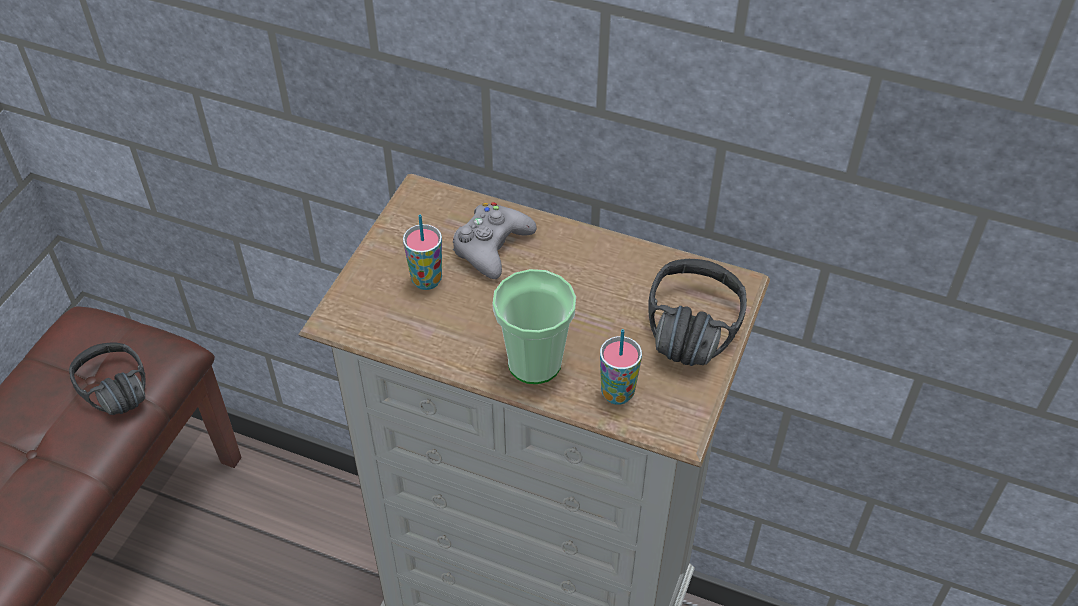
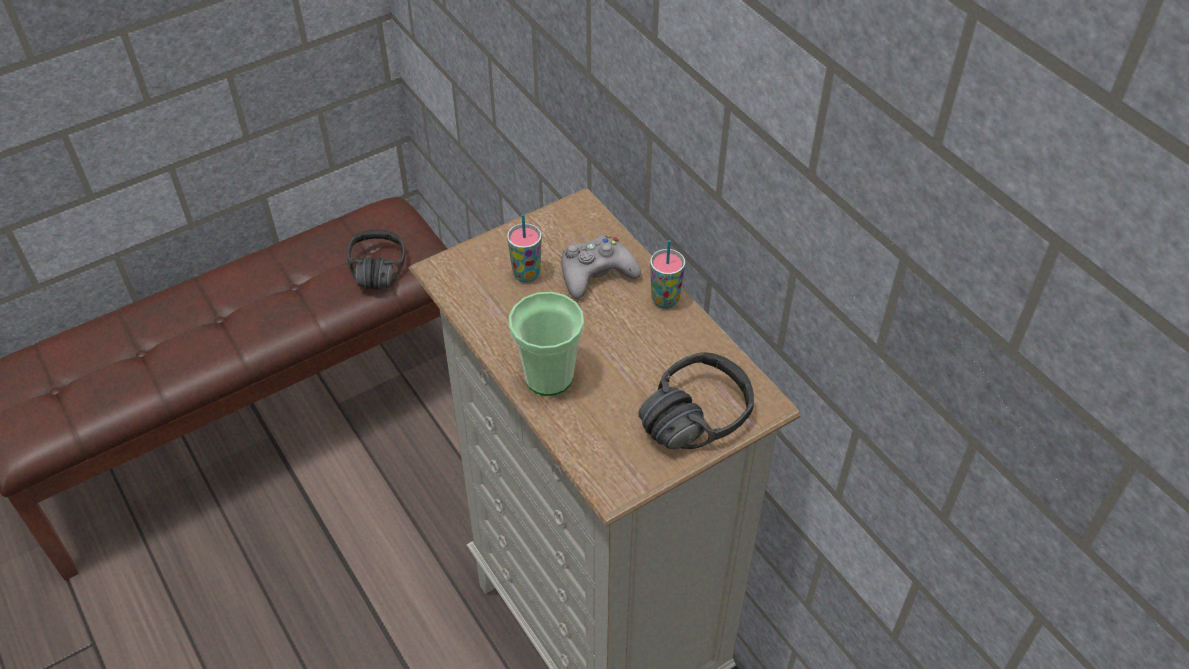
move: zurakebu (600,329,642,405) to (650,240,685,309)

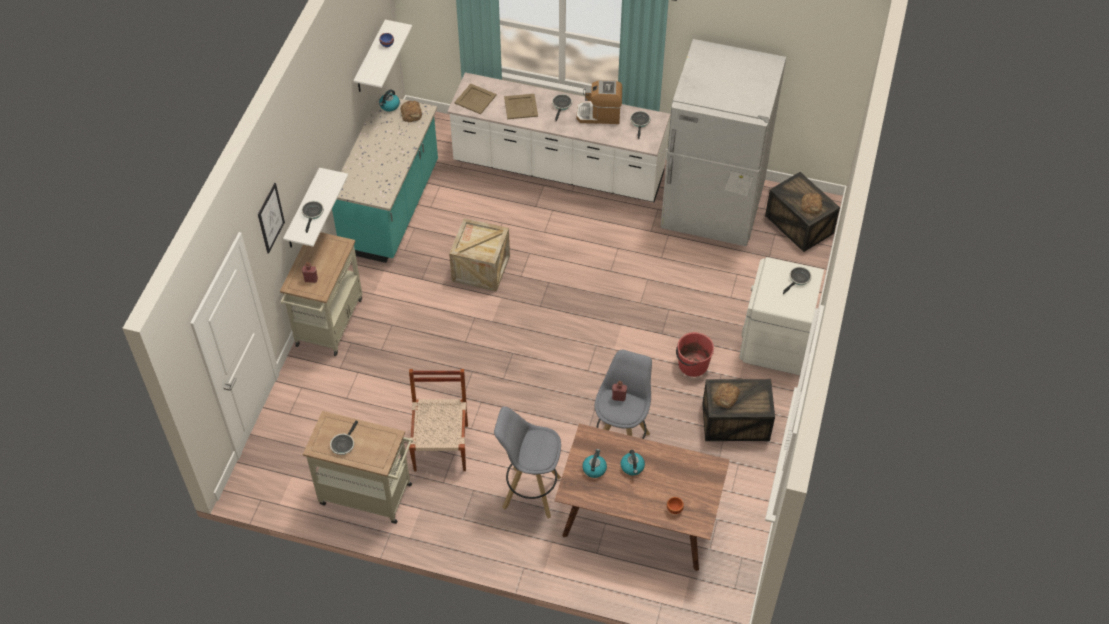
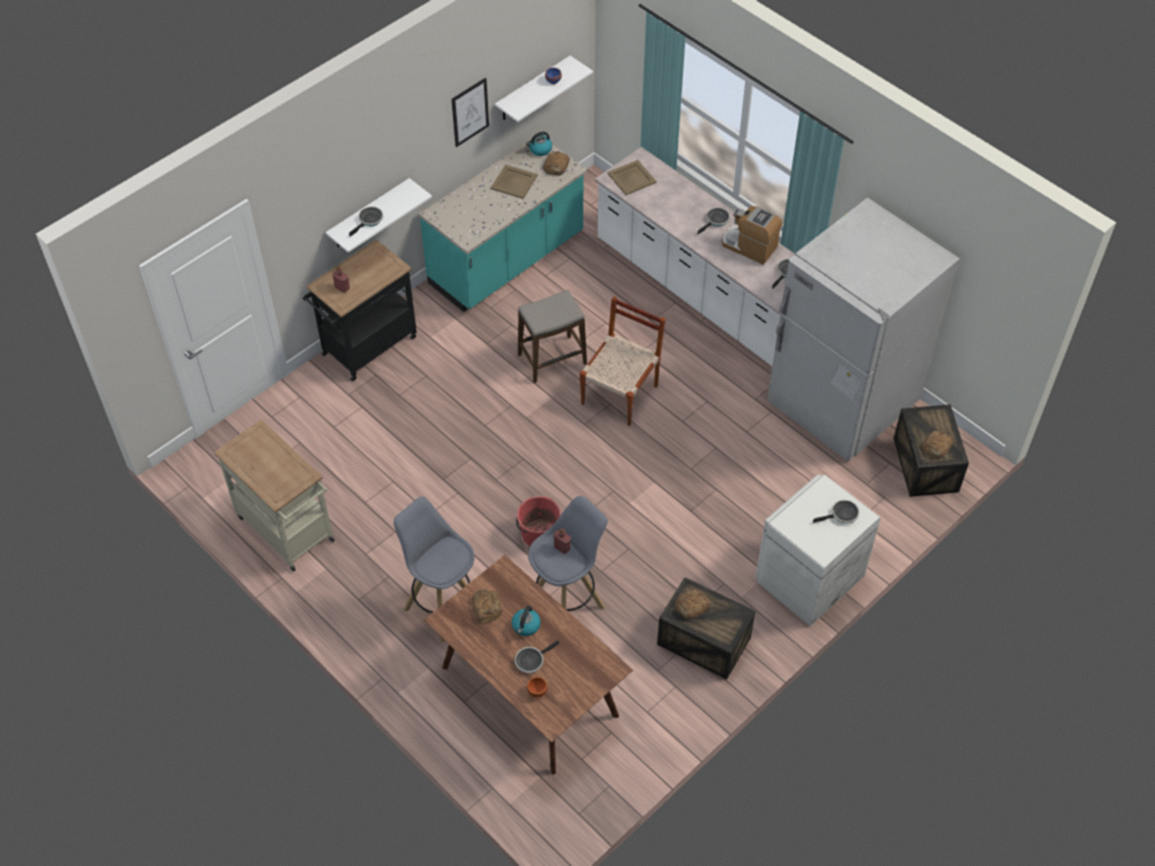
move: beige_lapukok (504,94,538,119) to (491,165,538,199); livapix (258,183,285,254) to (452,78,489,147); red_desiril (676,332,714,377) to (516,496,561,546); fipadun (409,369,468,471) to (580,296,666,426); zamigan (330,421,358,455) to (515,640,560,673)
replace: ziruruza (449,218,510,292) to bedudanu (518,290,587,383); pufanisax (582,449,607,478) to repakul (472,589,503,623)
recolor: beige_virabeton (280,232,363,356) to black_virabeton (302,240,417,381)

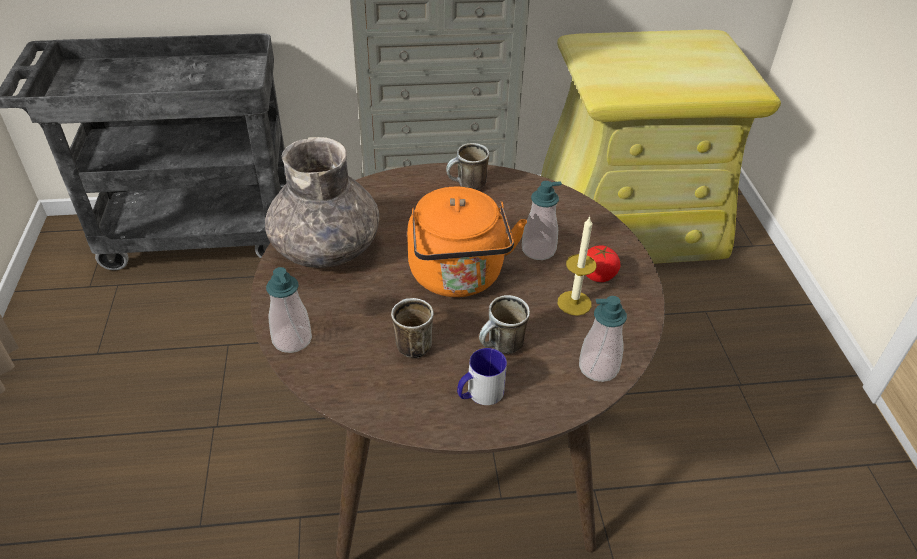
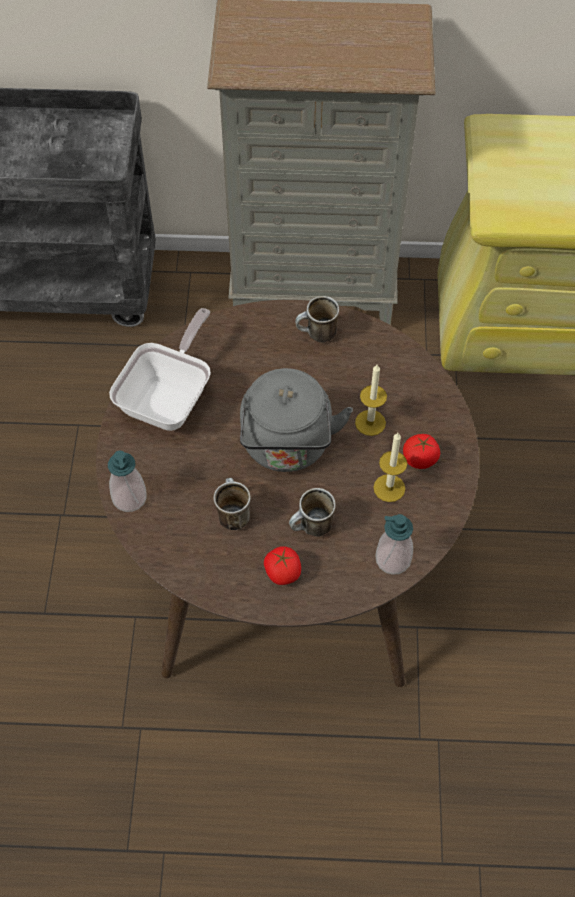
replace: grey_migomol (265,137,380,268) to zamigan (109,308,211,431); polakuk (522,181,562,260) to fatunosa (355,365,387,436); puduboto (457,348,507,405) to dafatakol (264,546,301,585)
recolor: orange_pufanisax (407,187,527,297) to grey_pufanisax (240,368,353,472)

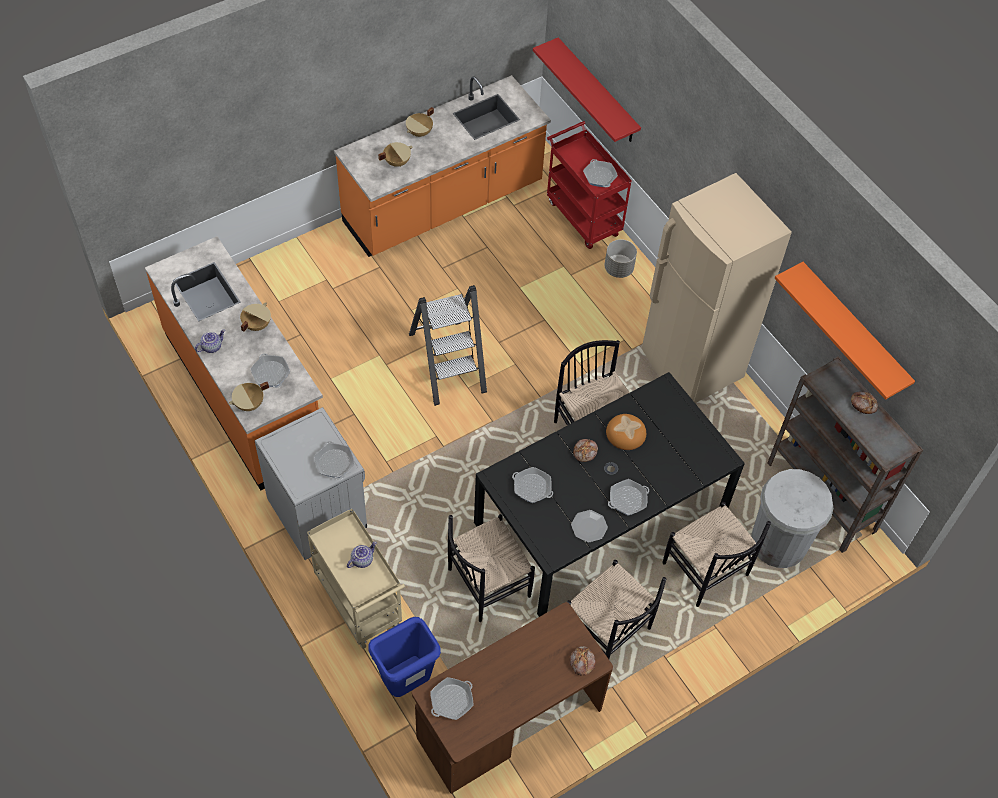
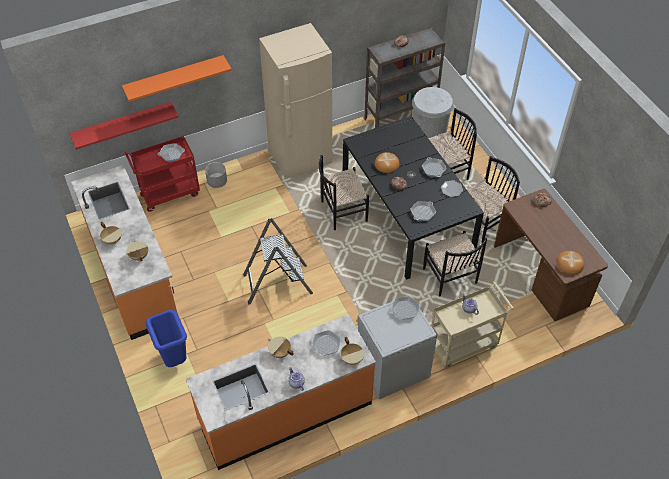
move: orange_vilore (775,262,915,400) to (122,55,232,102); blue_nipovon (368,617,441,697) to (146,310,187,367)
replace: zamigan (430,677,474,720) to repakul (556,251,584,275)

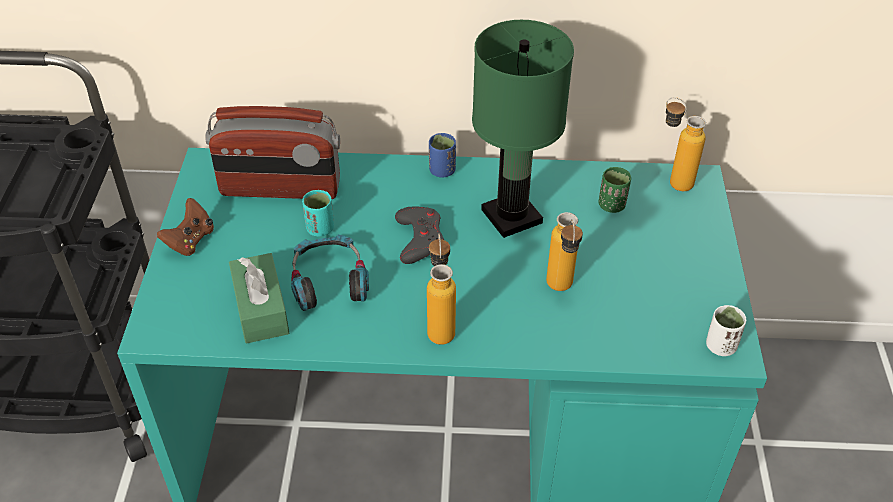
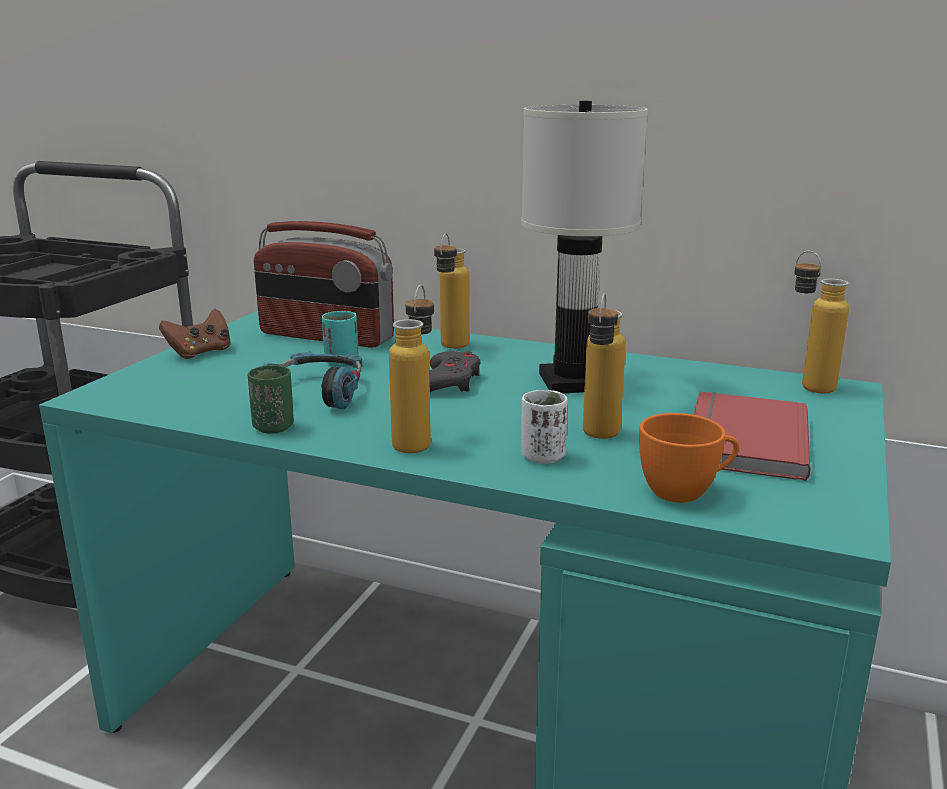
delete: blue_zurakebu (429,133,456,177); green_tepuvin (229,253,289,344)
insert: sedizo (434,233,470,349); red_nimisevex (694,392,811,481); orange_zurakebu (639,413,739,503)
move: green_zurakebu (598,167,631,213) to (248,365,294,434); white_zurakebu (706,305,746,356) to (521,390,568,464)
recolor: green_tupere (472,20,574,238) to white_tupere (521,101,648,393)

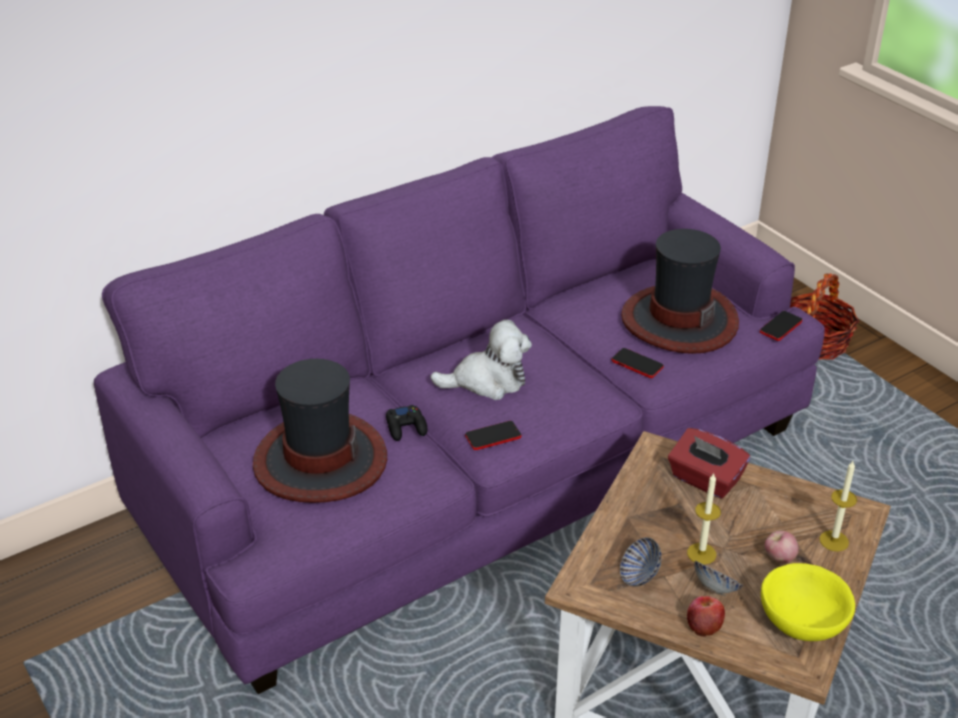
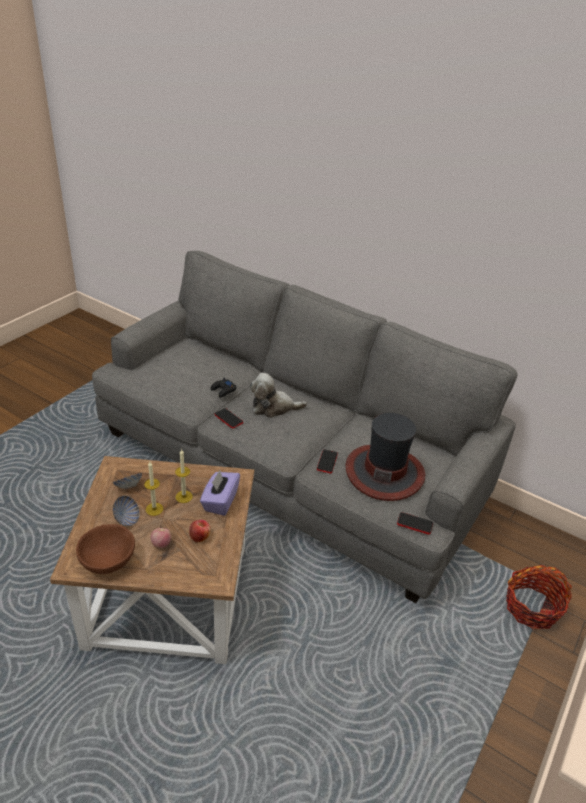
delete: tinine (253,359,387,503)
move: fatunosa (819,461,857,552) to (175,449,193,503); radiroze (687,596,725,637) to (189,520,211,542)
recolor: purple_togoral (94,106,825,694) to grey_togoral (92,251,518,603); red_tepuvin (668,428,750,498) to purple_tepuvin (200,470,240,516); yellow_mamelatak (761,563,855,641) to brown_mamelatak (76,524,135,574)
rotate: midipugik (430,320,532,400) = (250,373,307,418) 120 degrees clockwise

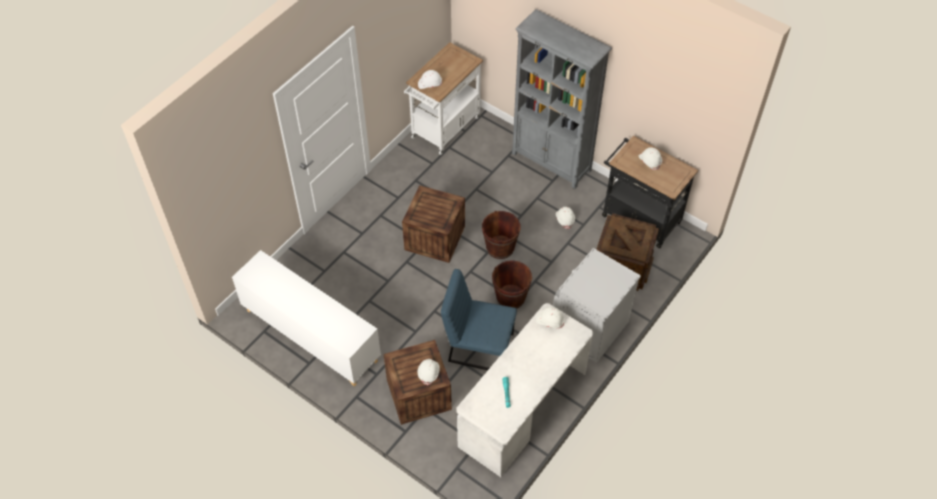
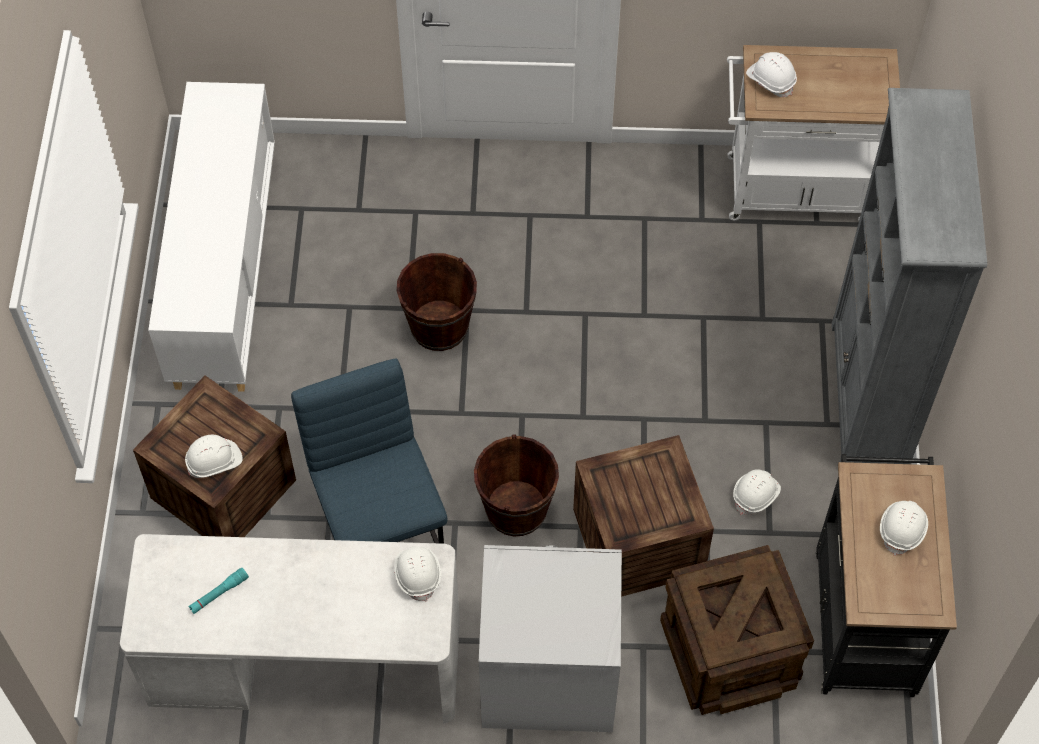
move: ziruruza (402,185,465,263) to (573,435,714,597); brown_desiril (482,211,521,259) to (397,253,477,351)

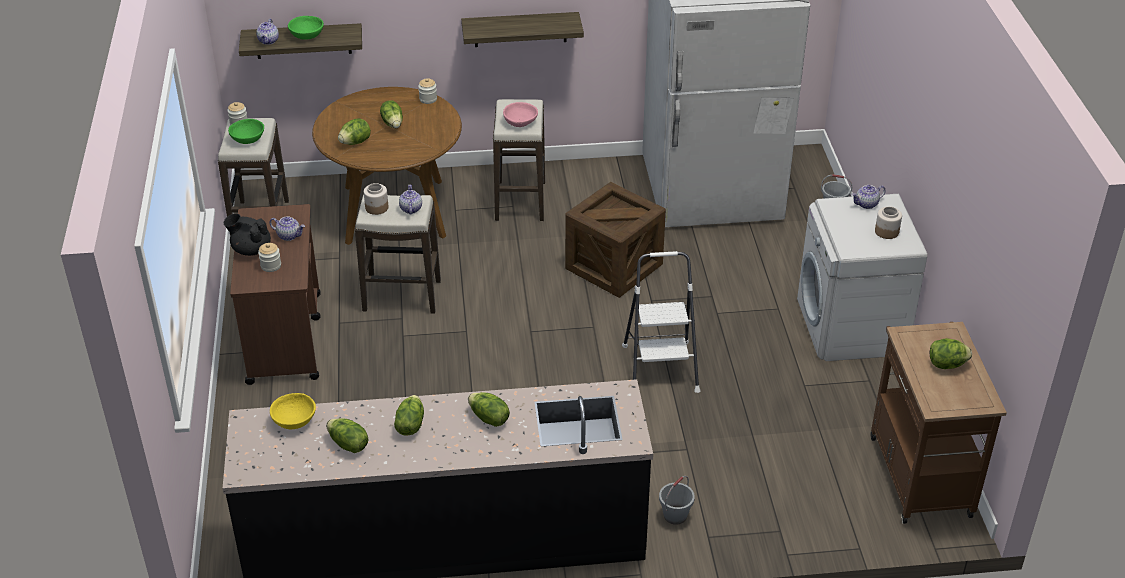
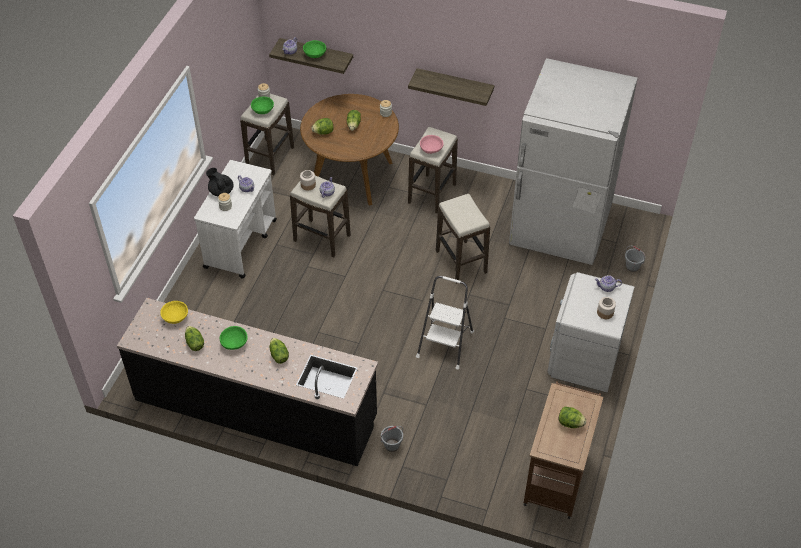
replace: ziruruza (565,182,666,298) to bedudanu (436,194,490,284); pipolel (394,395,424,436) to green_mamelatak (220,326,247,350)
recolor: brown_virabeton (230,204,321,385) to white_virabeton (194,160,277,279)

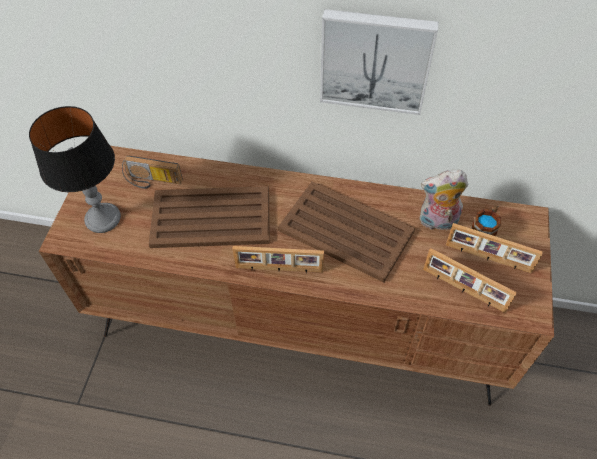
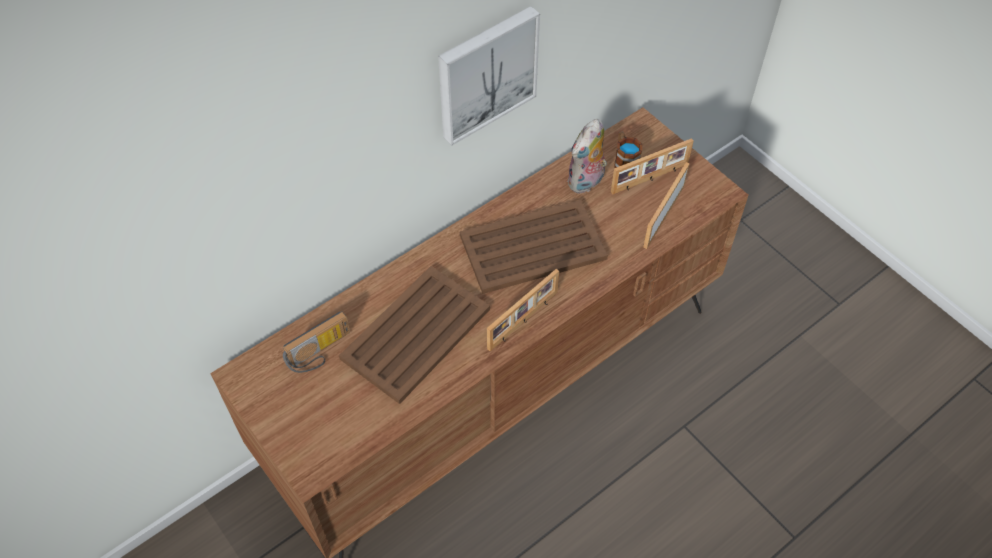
delete: tupere (29,106,121,233)
rotate: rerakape (423,248,517,313) = (643,162,690,249) 135 degrees clockwise

